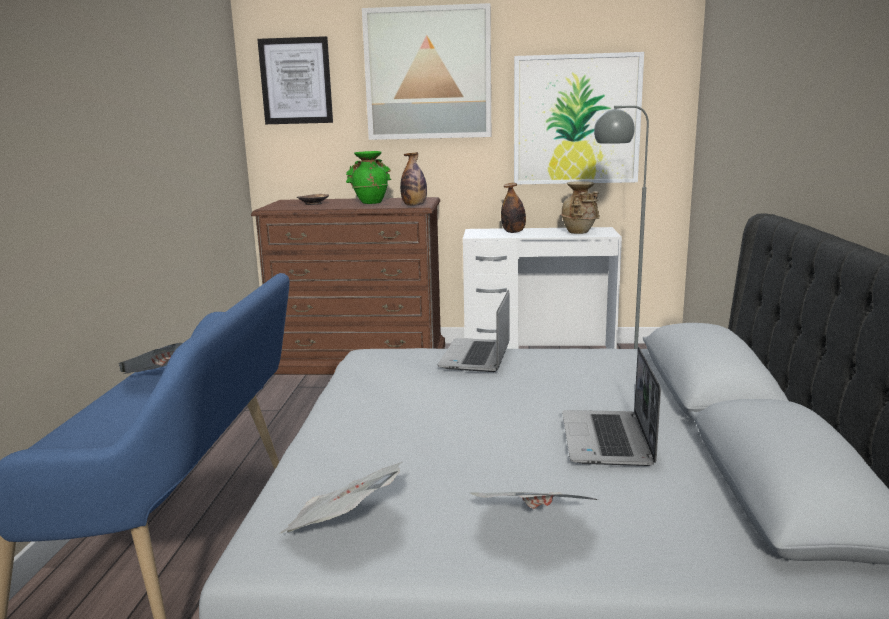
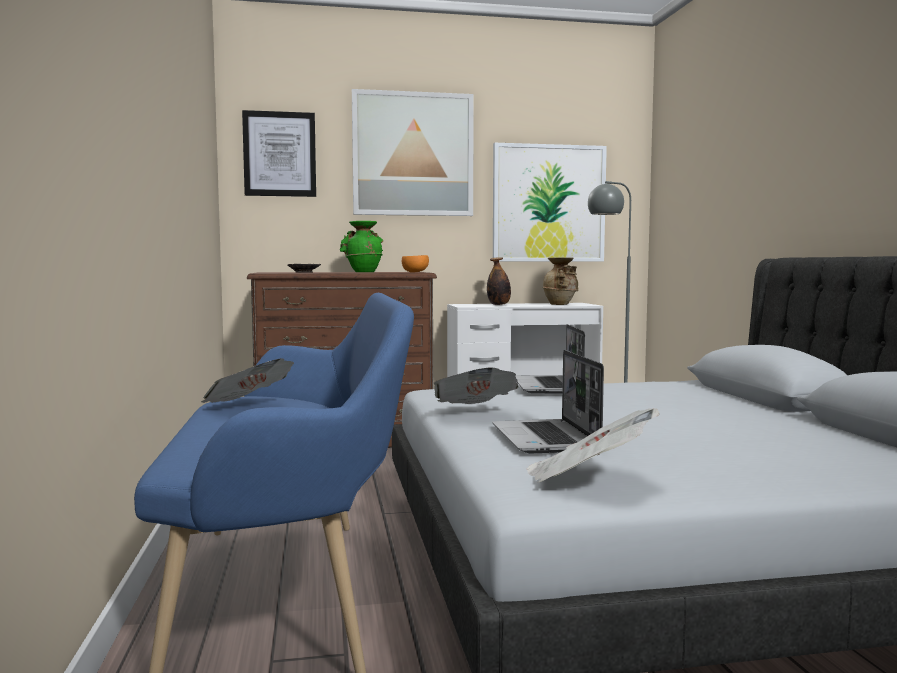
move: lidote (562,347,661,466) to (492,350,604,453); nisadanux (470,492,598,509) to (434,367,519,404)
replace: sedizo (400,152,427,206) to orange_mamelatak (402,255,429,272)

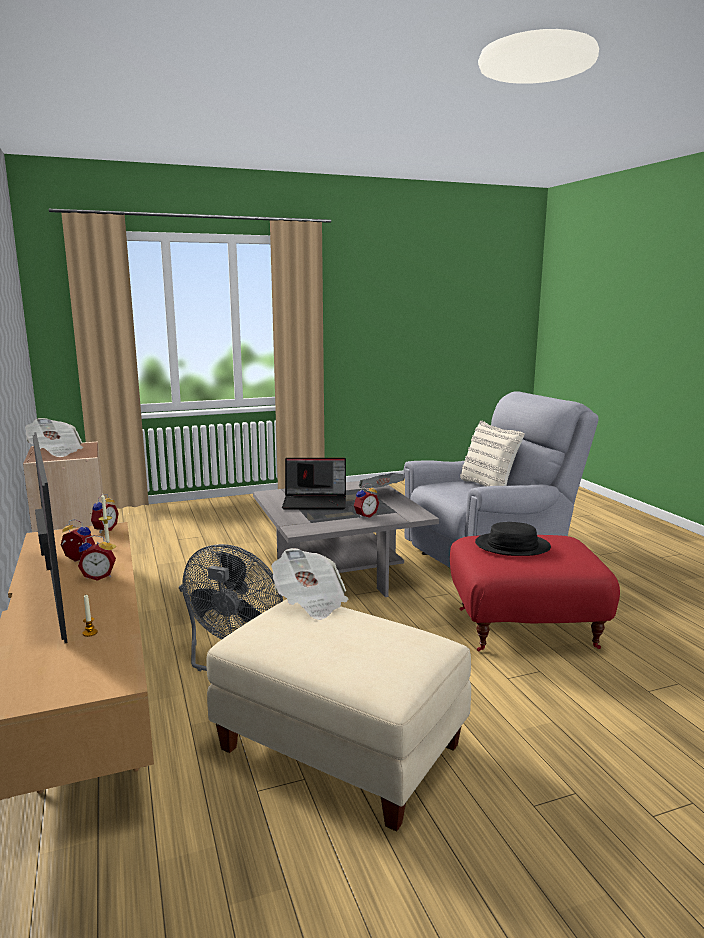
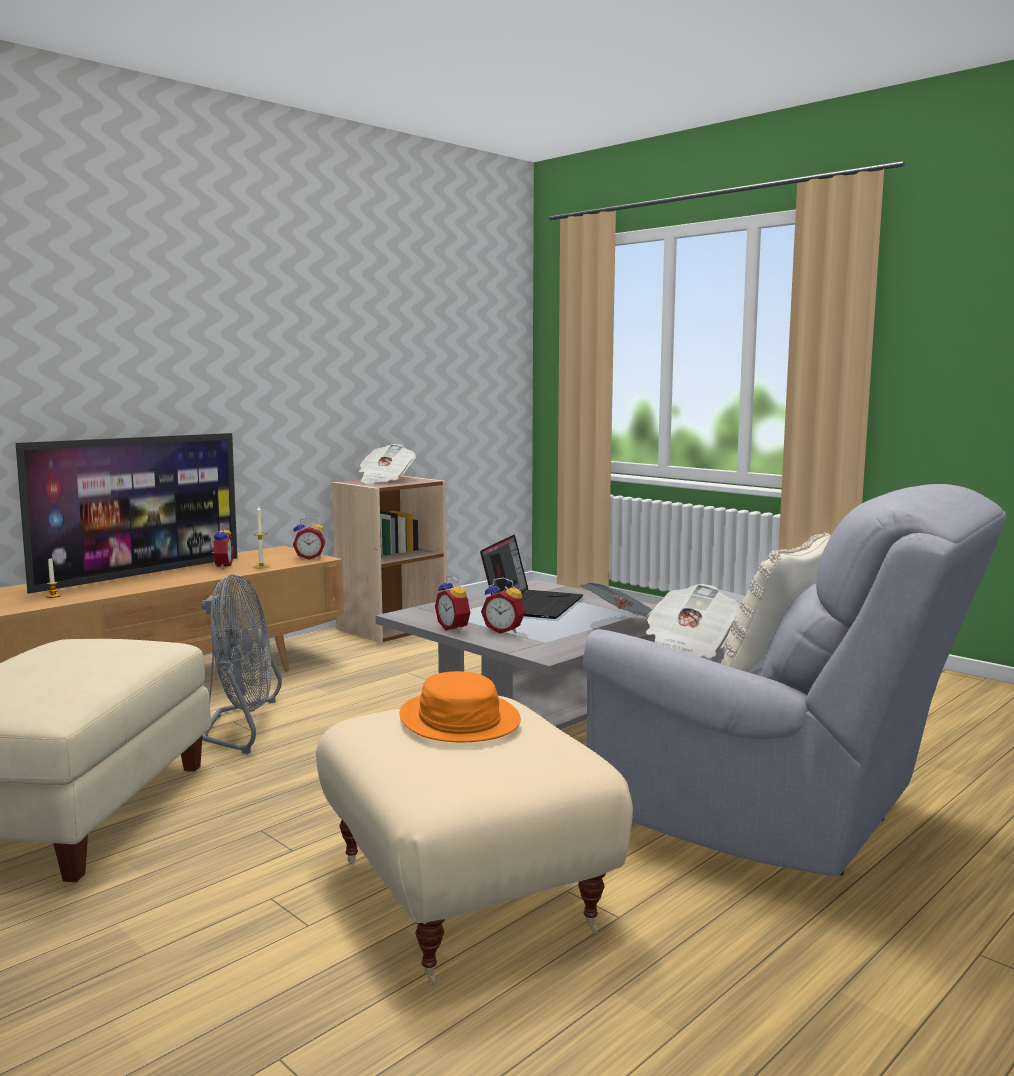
move: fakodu (78,535,116,581) to (435,575,471,632); nisadanux (271,548,349,620) to (646,584,740,658)
recolor: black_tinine (475,522,551,556) to orange_tinine (400,671,521,742); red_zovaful (450,535,620,651) to beige_zovaful (316,696,633,985)
rotate: lidote (282,458,346,509) = (480,535,583,619) 135 degrees counterclockwise

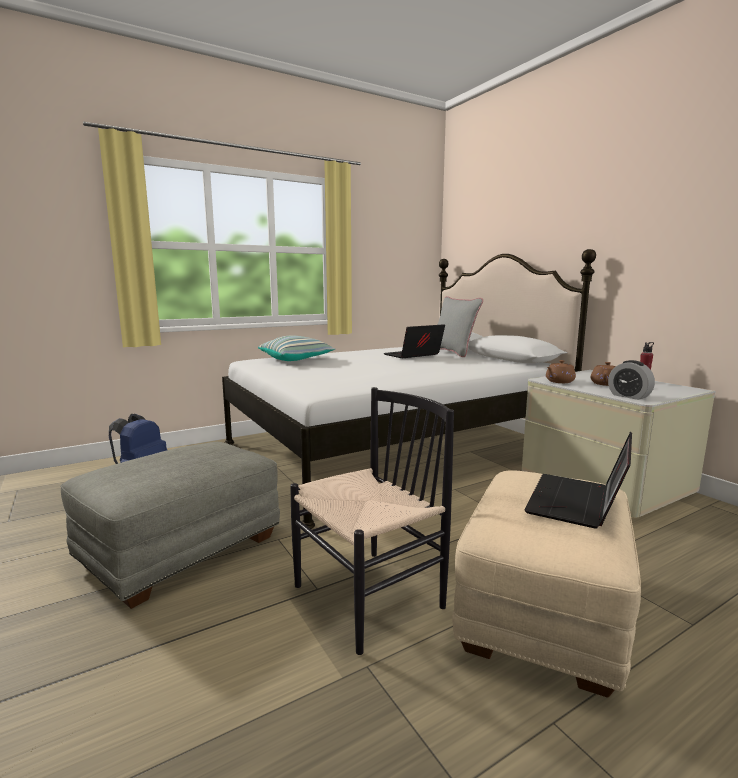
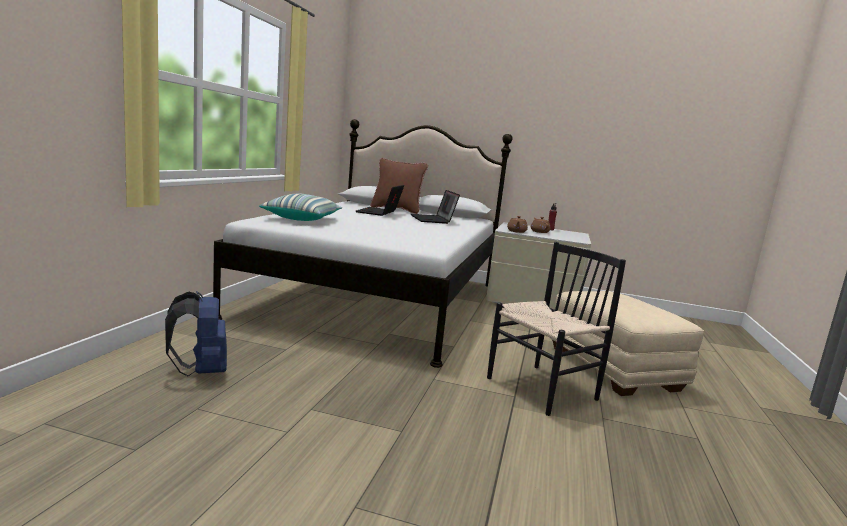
delete: fakodu (608,360,655,400); grey_zovaful (60,442,280,609)
move: lidote (525,432,632,529) to (411,190,460,224)
recolor: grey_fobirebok (437,296,483,357) to brown_fobirebok (370,158,428,214)
rotate: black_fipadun (290,387,454,655) = (487,242,626,416) 45 degrees clockwise

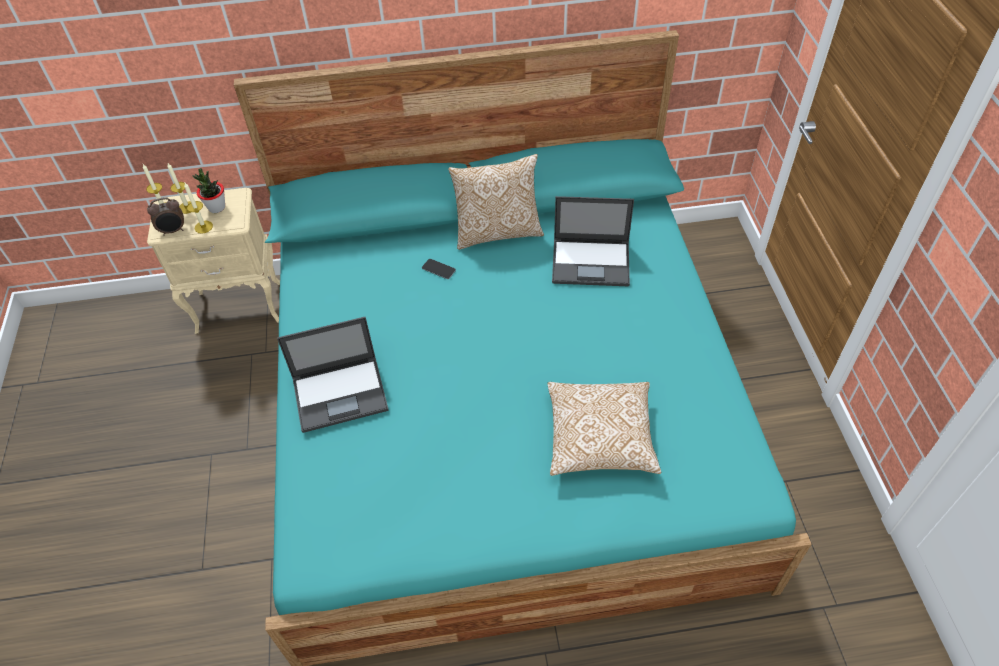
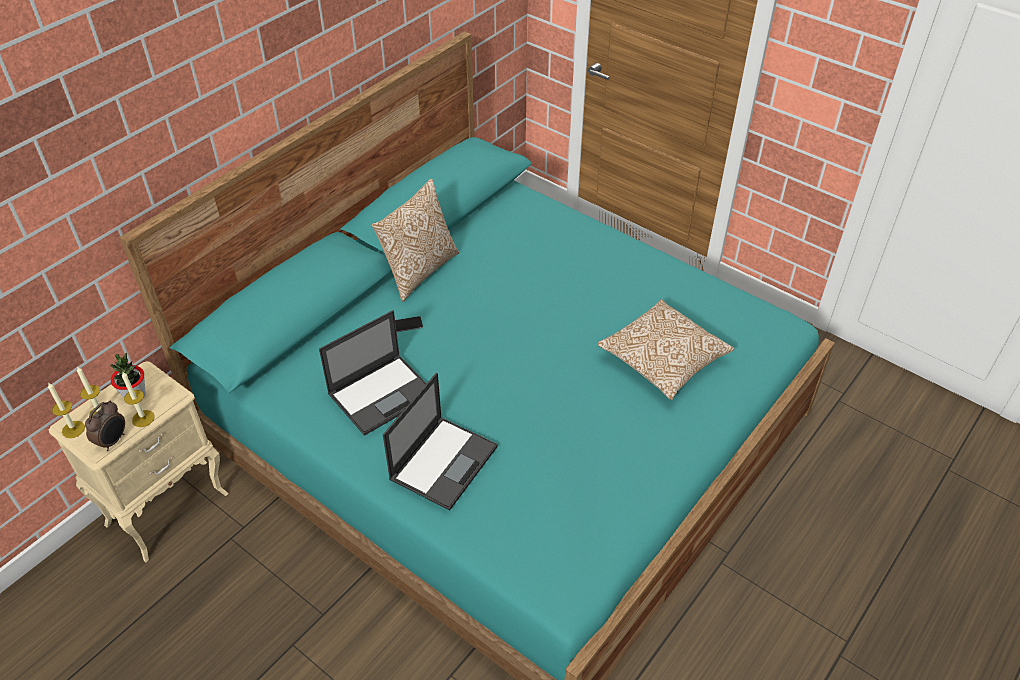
move: lidote (552,196,634,287) to (319,310,427,436)

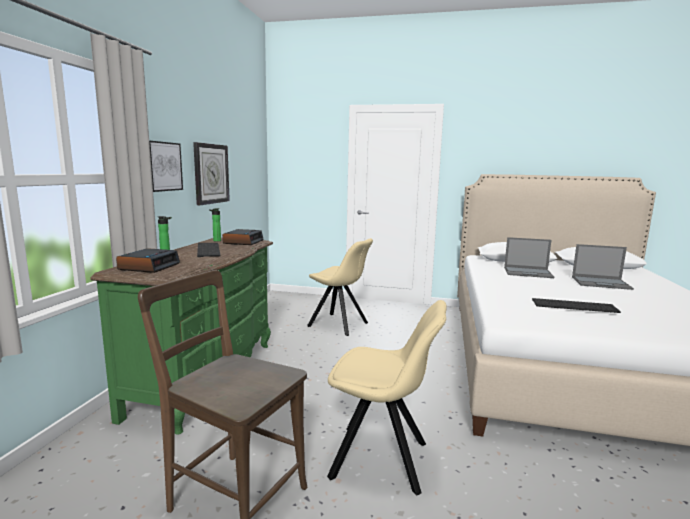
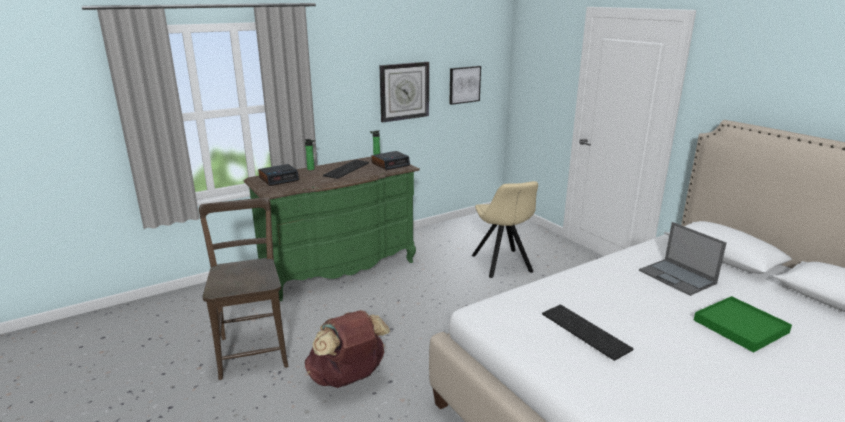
move: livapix (149,140,183,192) to (449,66,481,105)
replace: lidote (572,244,634,290) to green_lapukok (694,296,792,353); beige_fipadun (327,300,447,495) to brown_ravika (305,310,390,388)

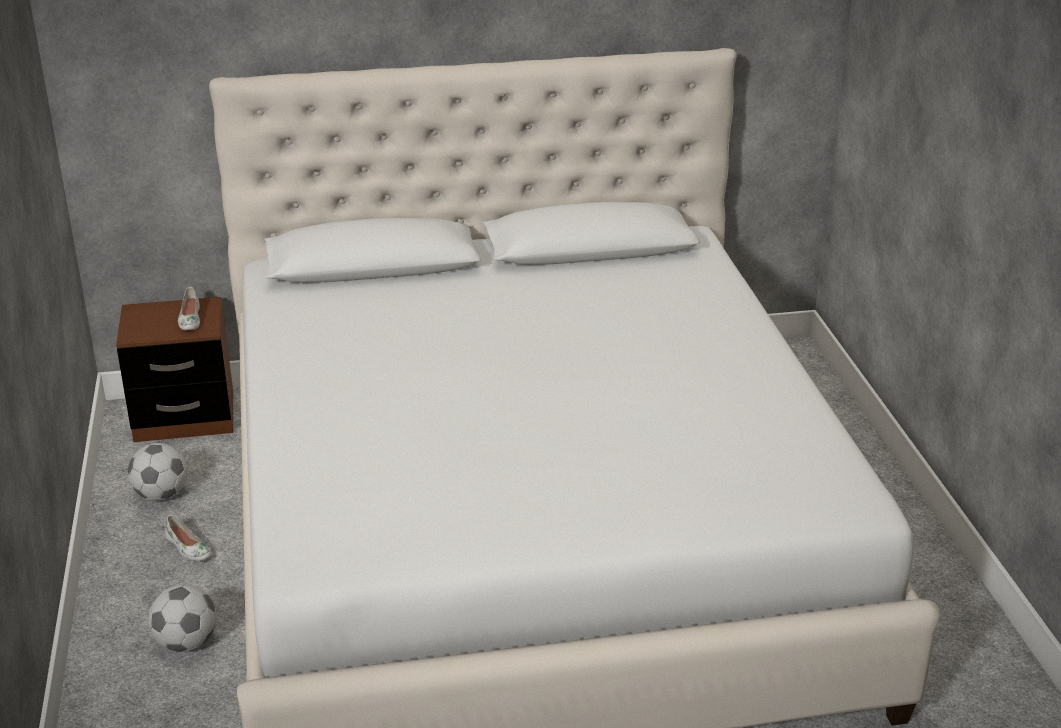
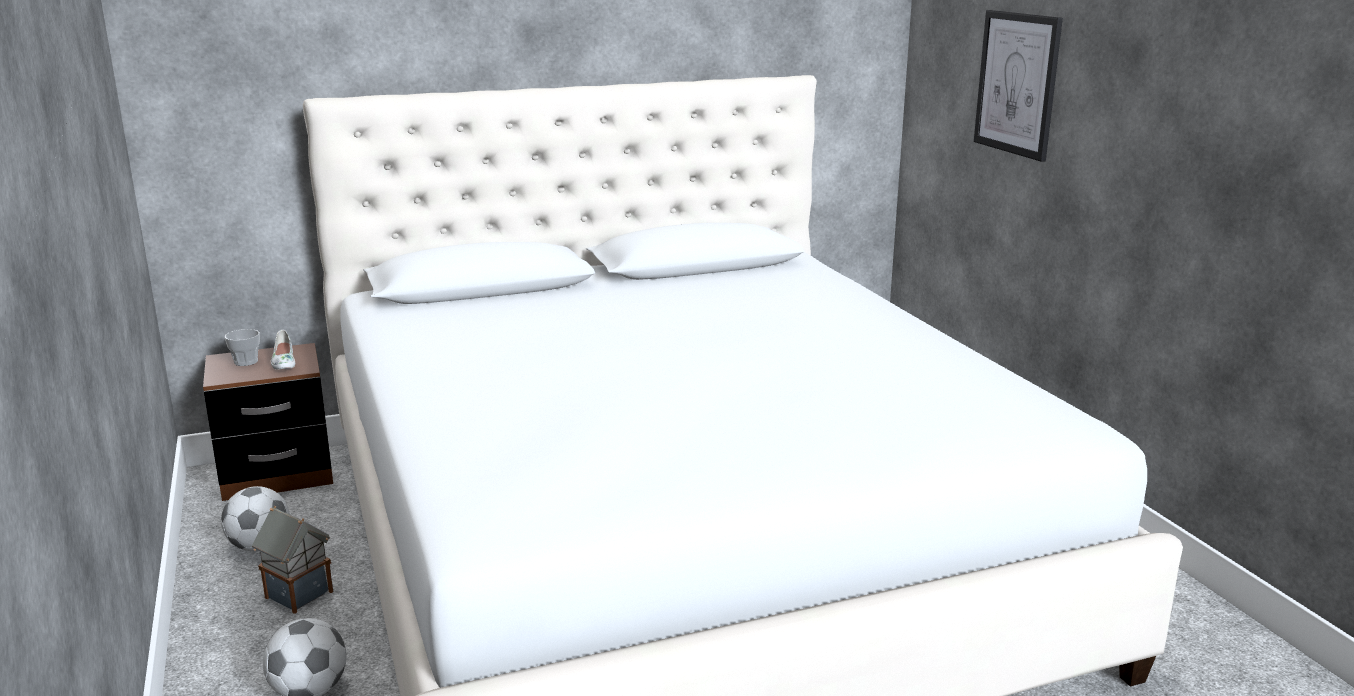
insert: livapix (974,10,1063,162); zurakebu (224,329,260,366)
replace: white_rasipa (165,515,212,561) to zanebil (252,506,333,614)

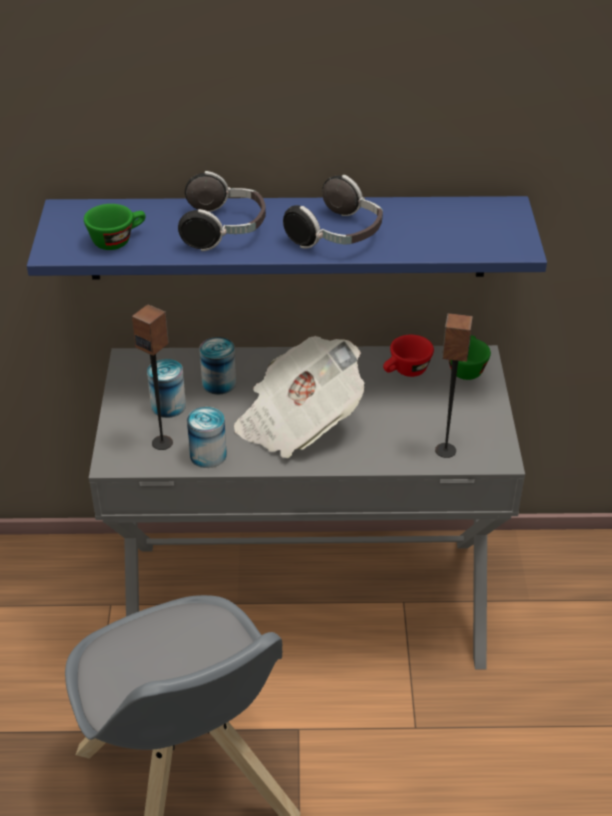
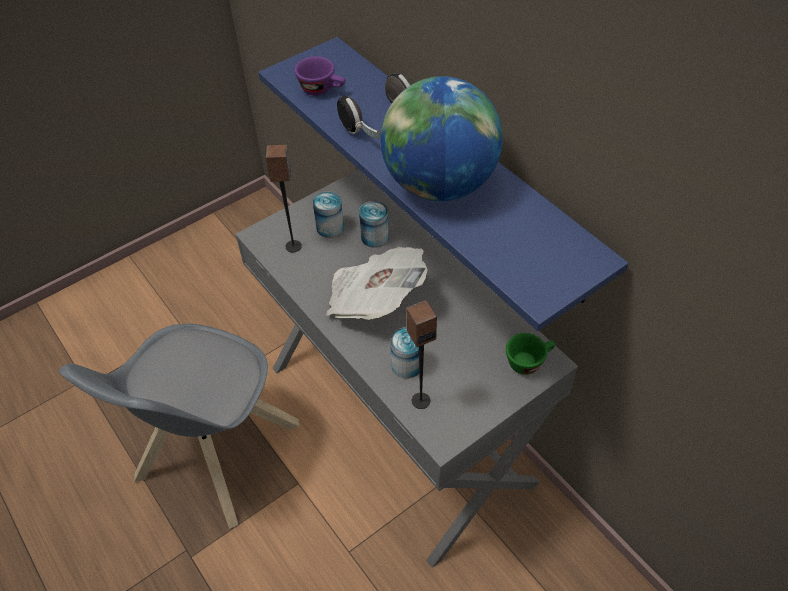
delete: red_zurakebu (383,335,434,377)
move: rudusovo (187,407,227,468) to (390,327,419,378)
replace: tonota (283,175,383,249) to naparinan (380,76,503,201)
recolor: green_zurakebu (84,204,146,250) to purple_zurakebu (295,56,346,96)

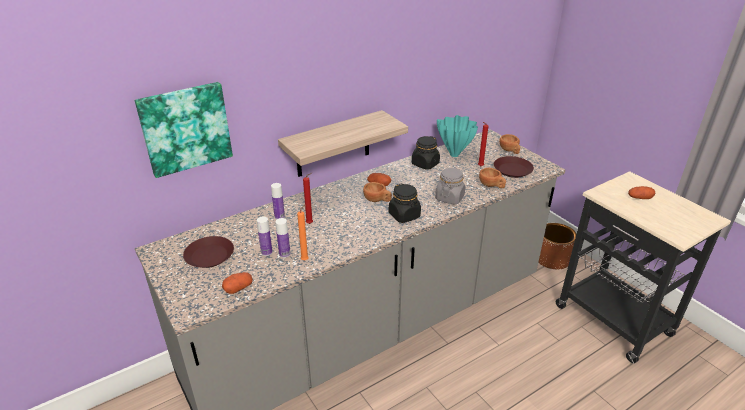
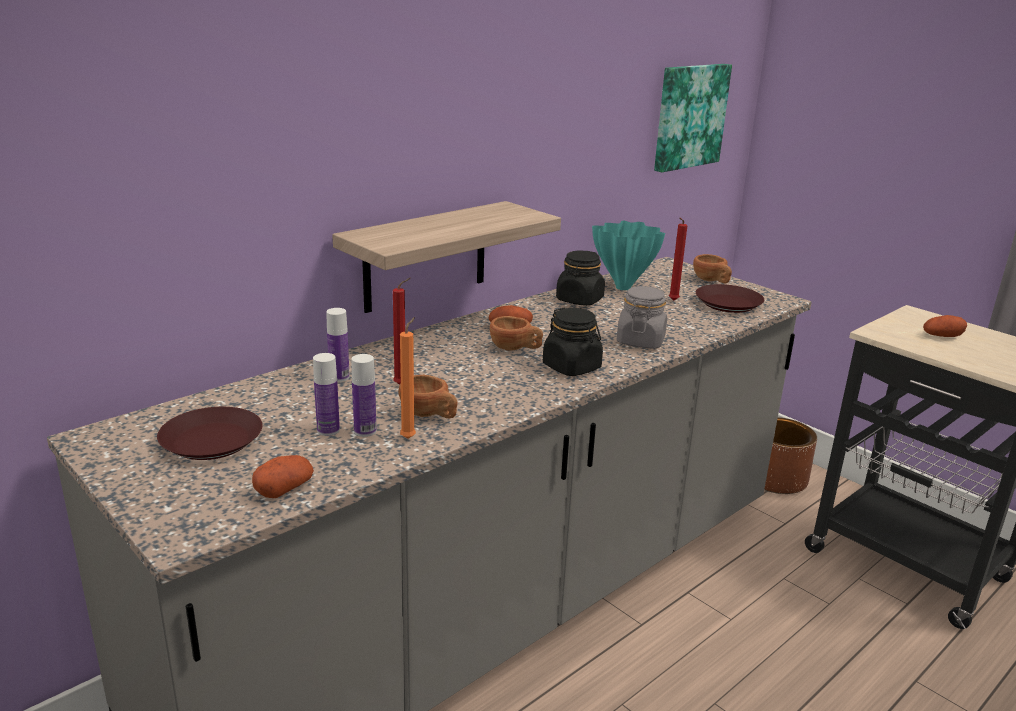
move: livapix (135,82,233,178) to (654,64,732,172); brown_zurakebu (479,168,506,188) to (399,375,458,418)

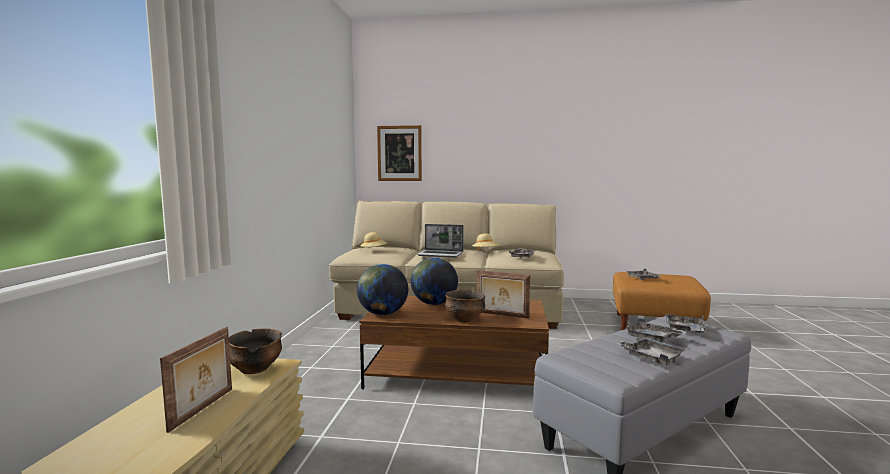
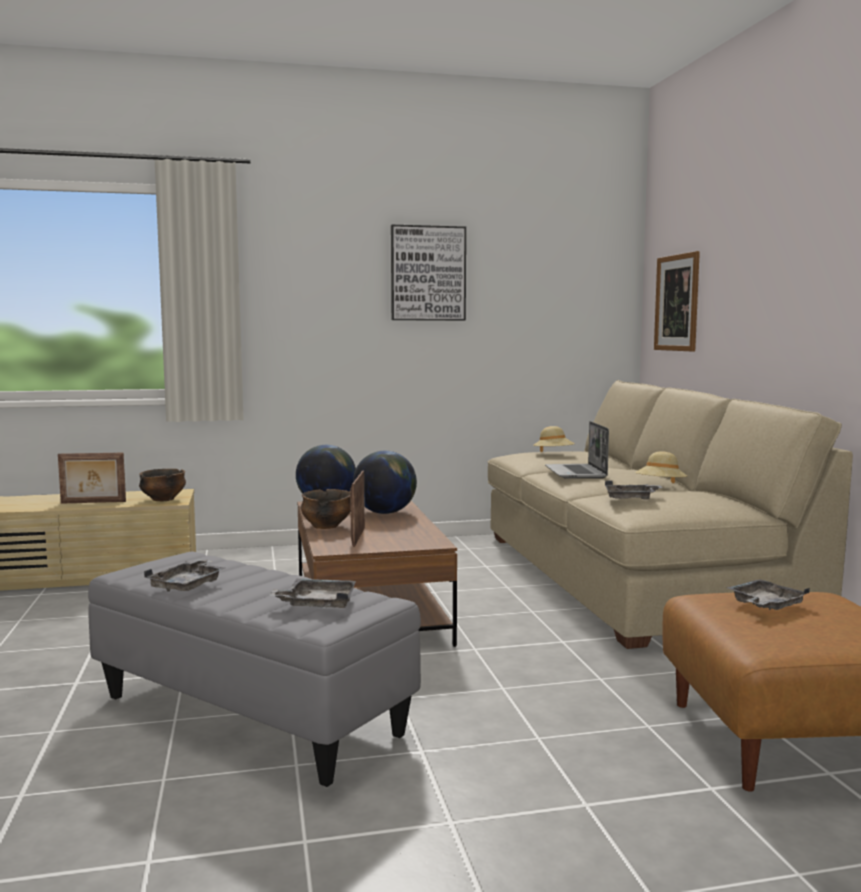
delete: grey_lapukok (625,318,687,342)
insert: livapix (391,225,466,321)

